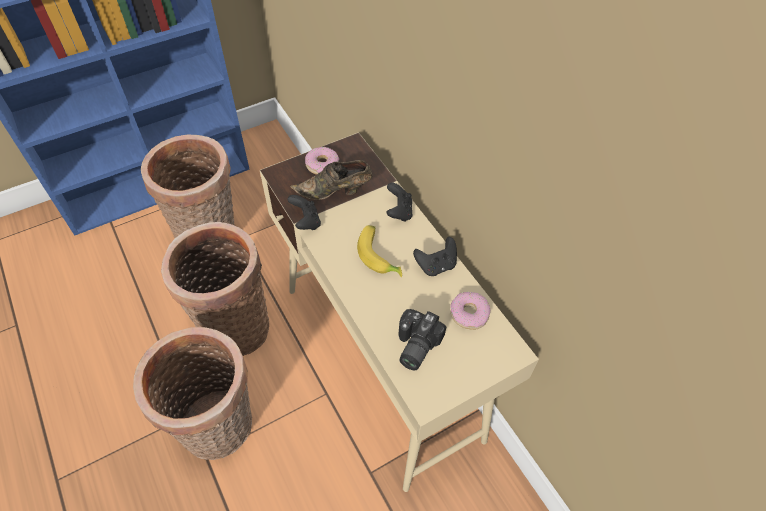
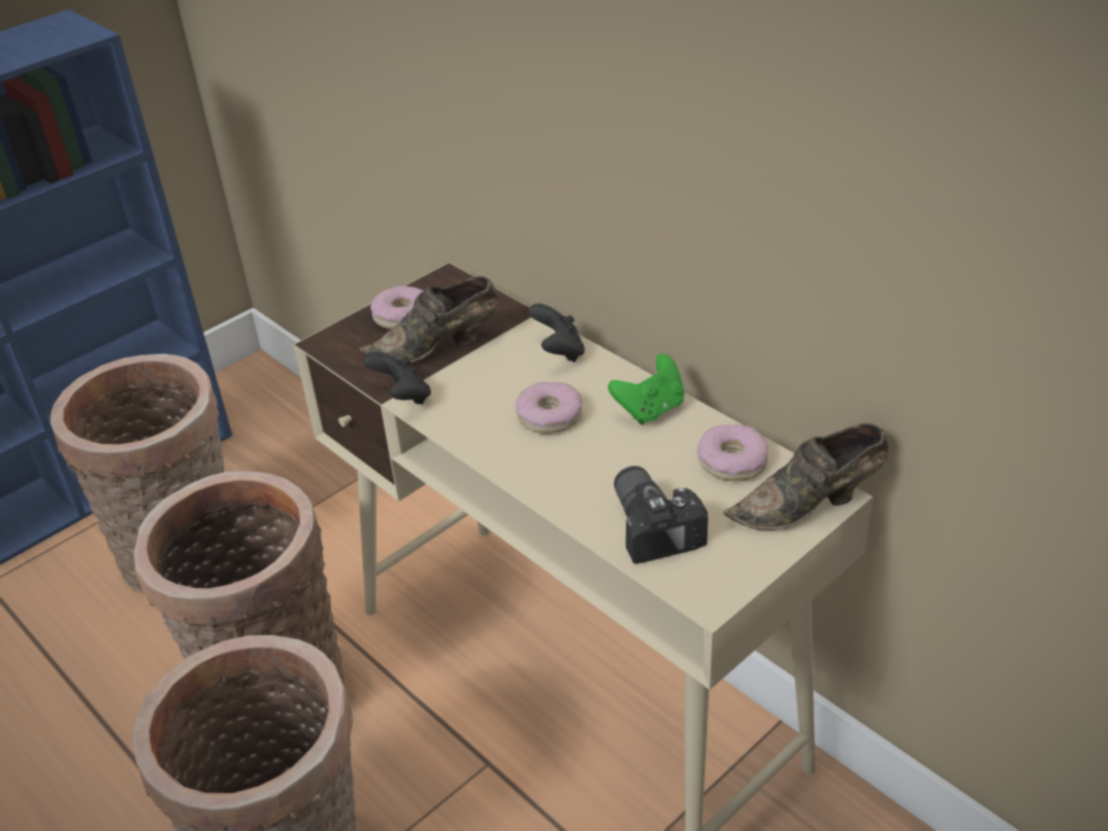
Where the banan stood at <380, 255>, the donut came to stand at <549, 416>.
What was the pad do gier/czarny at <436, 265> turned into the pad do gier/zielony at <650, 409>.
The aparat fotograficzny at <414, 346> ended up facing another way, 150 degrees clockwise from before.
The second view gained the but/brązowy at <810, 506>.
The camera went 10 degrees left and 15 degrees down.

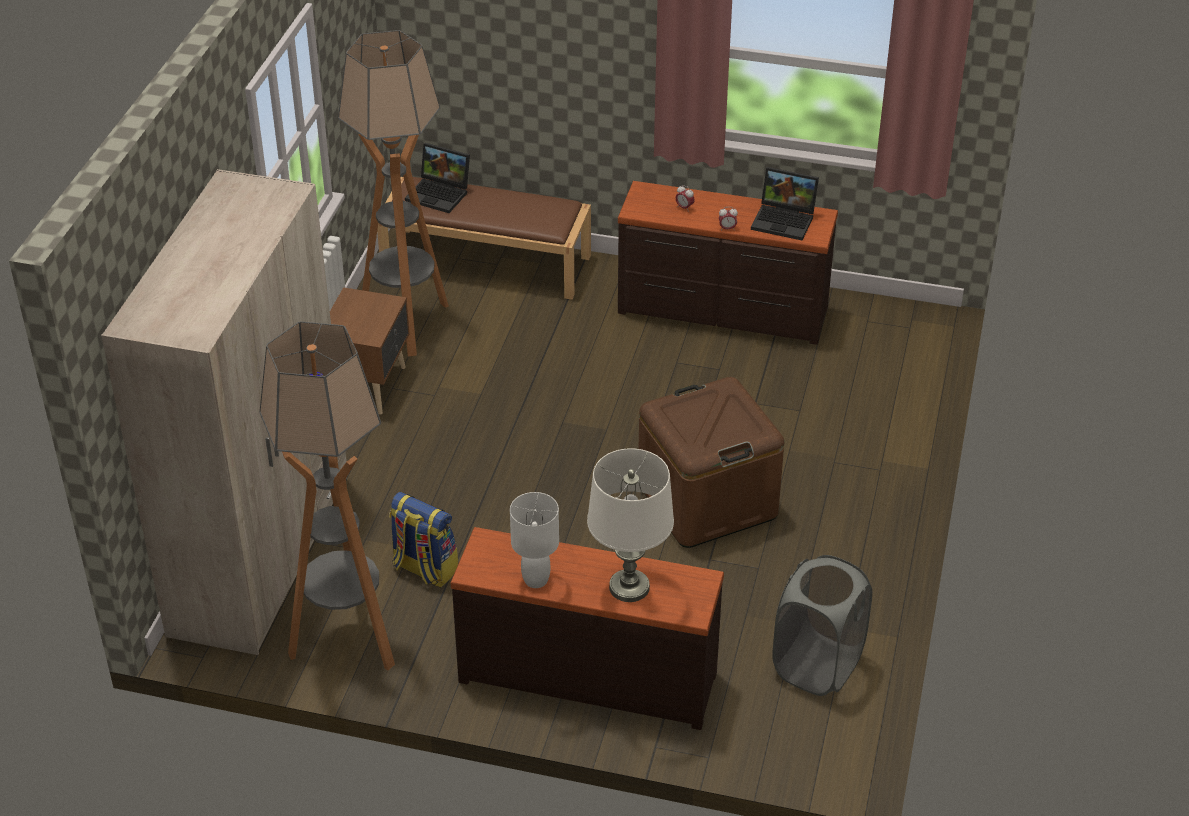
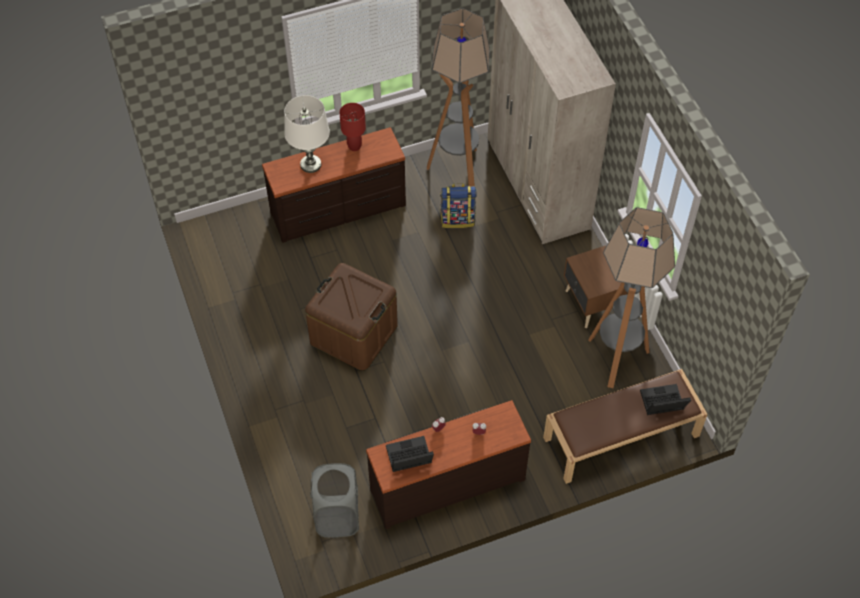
The kosz na pranie/szary ended up elsewhere, having gone from <817, 665> to <337, 516>.
What was the lampa stołowa/biały at <536, 579> turned into the lampa stołowa/czerwony at <354, 146>.
The camera went 145 degrees right and 15 degrees up.

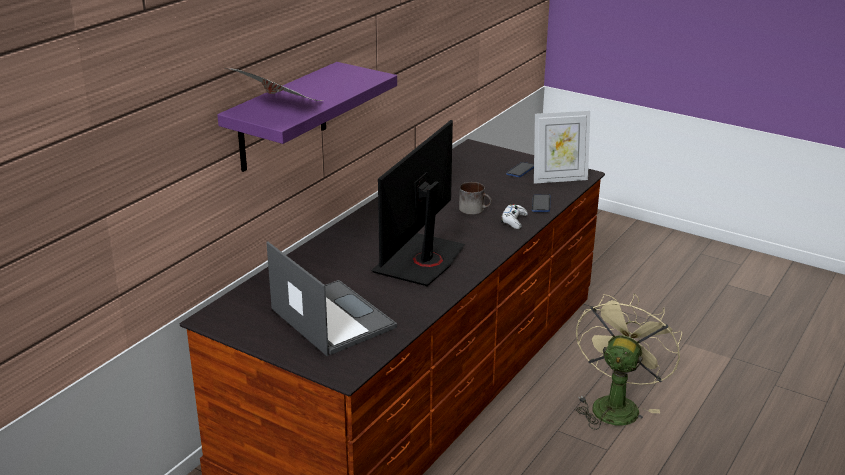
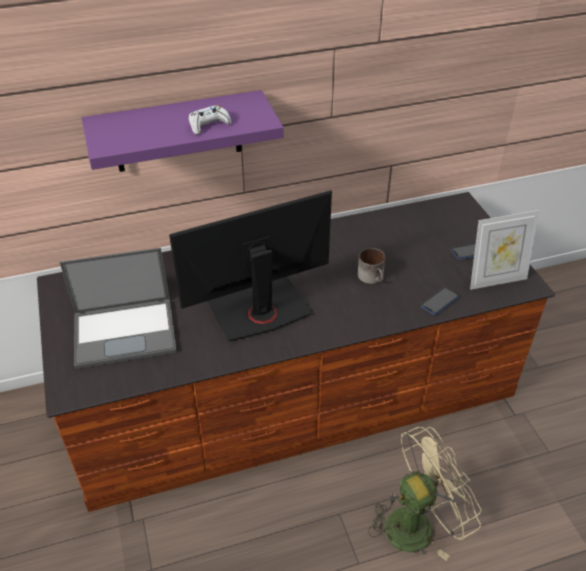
The laptop at <331, 318> ended up facing another way, 75 degrees clockwise from before.
The pad do gier/biały ended up elsewhere, having gone from <514, 221> to <209, 124>.
The ramka na zdjęcie at <559, 179> ended up facing another way, 45 degrees counterclockwise from before.
The second view lost the gazeta at <277, 110>.
The camera went 40 degrees right and 15 degrees up.

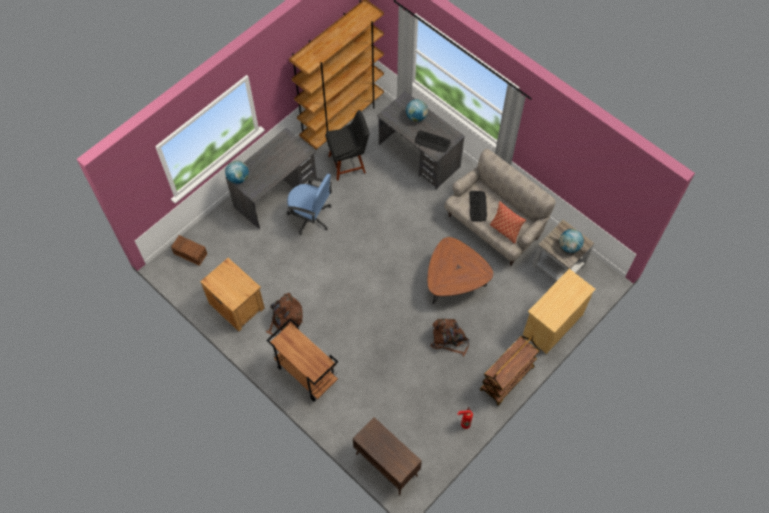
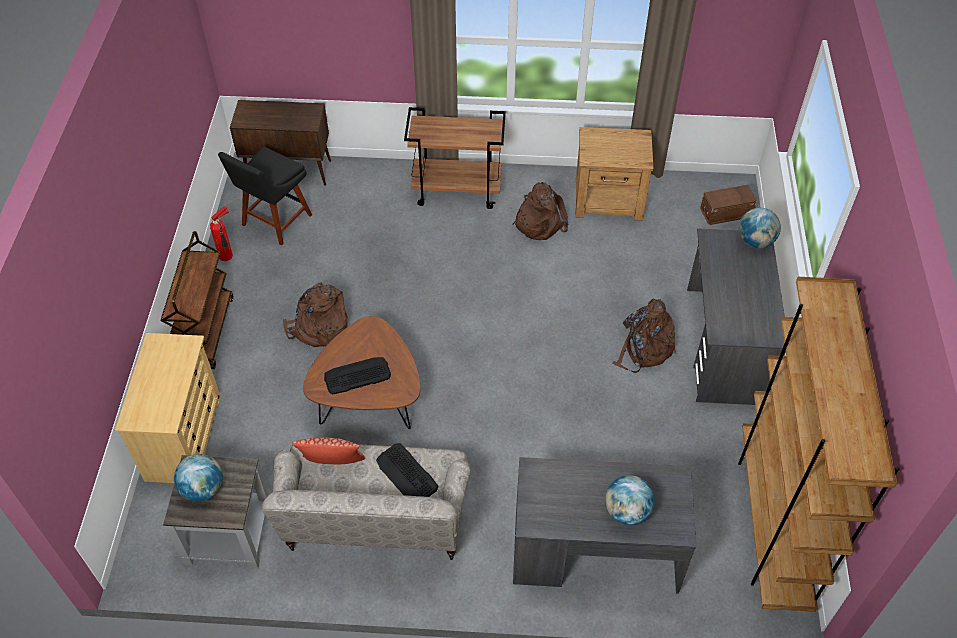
The krzesło/czarny ended up elsewhere, having gone from <349, 163> to <274, 222>.
The klawiatura ended up elsewhere, having gone from <432, 142> to <357, 376>.
Where the krzesło biurowe/niebieski stood at <311, 217>, the plecak/brązowy came to stand at <644, 348>.
The camera went 140 degrees right and 10 degrees down.

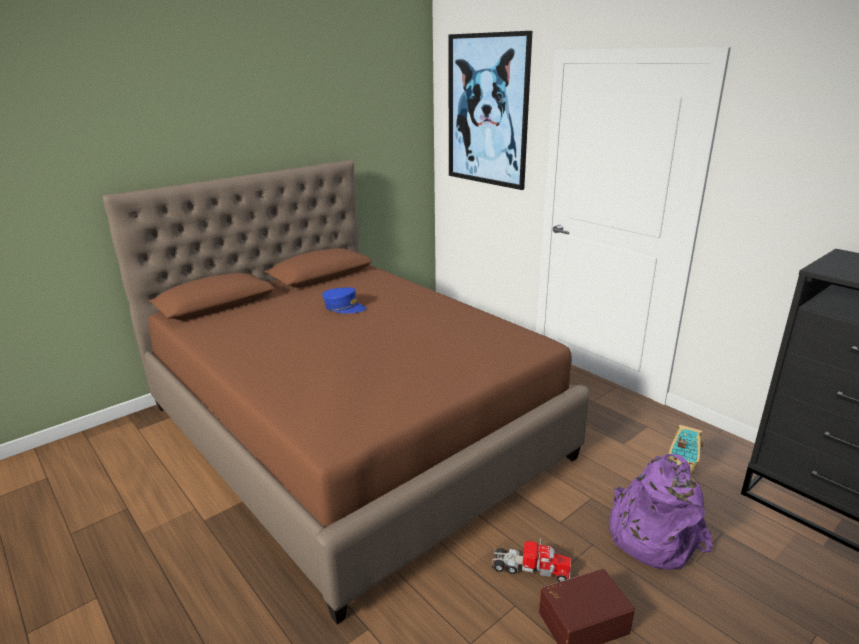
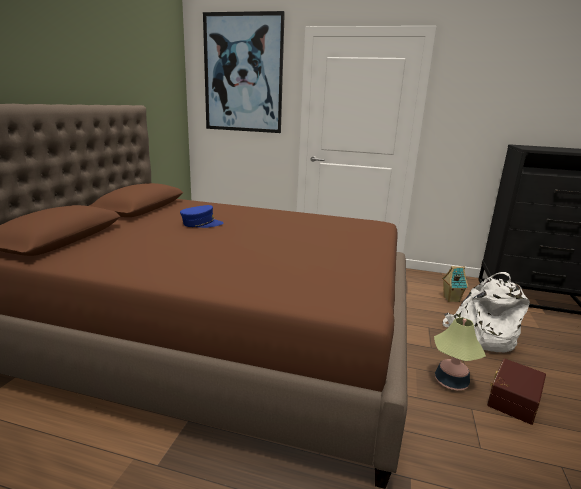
Where the ciężarówka zabawkowa stood at <530, 569>, the lampa stołowa came to stand at <451, 382>.
What was the plecak/fioletowy at <651, 535> turned into the plecak/biały at <479, 336>.
The camera went 35 degrees left and 5 degrees down.

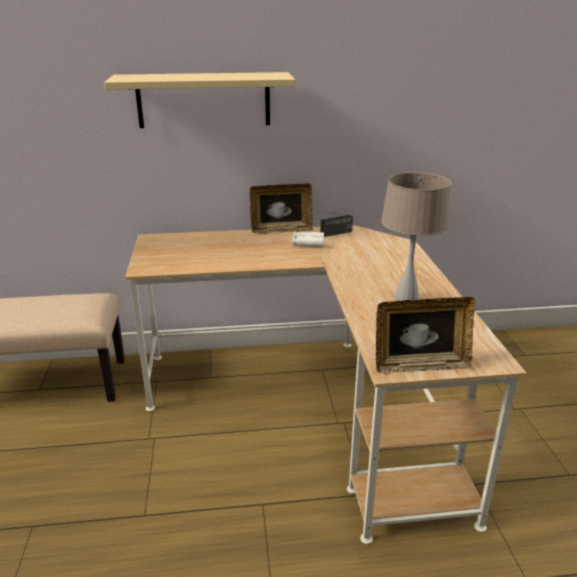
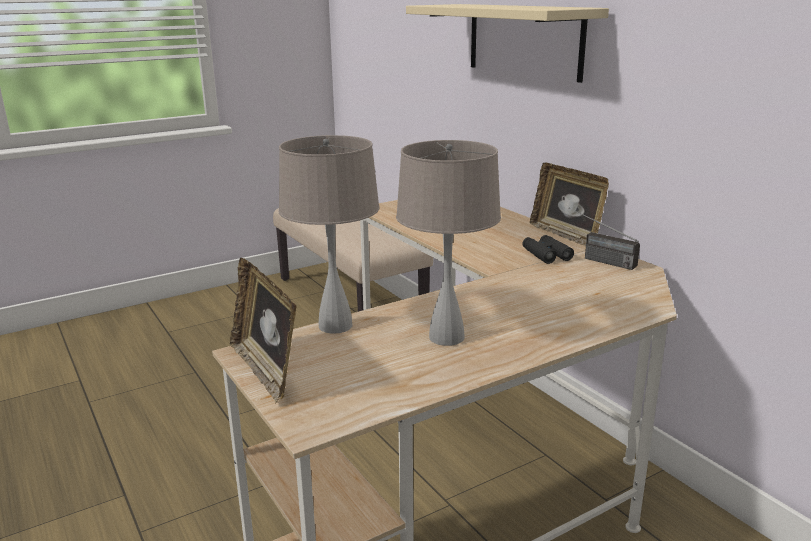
The second view gained the lampa stołowa/beżowy at <335, 326>.
What was the lornetka/biały at <308, 243> turned into the lornetka/czarny at <546, 255>.
The camera went 65 degrees right and 5 degrees down.

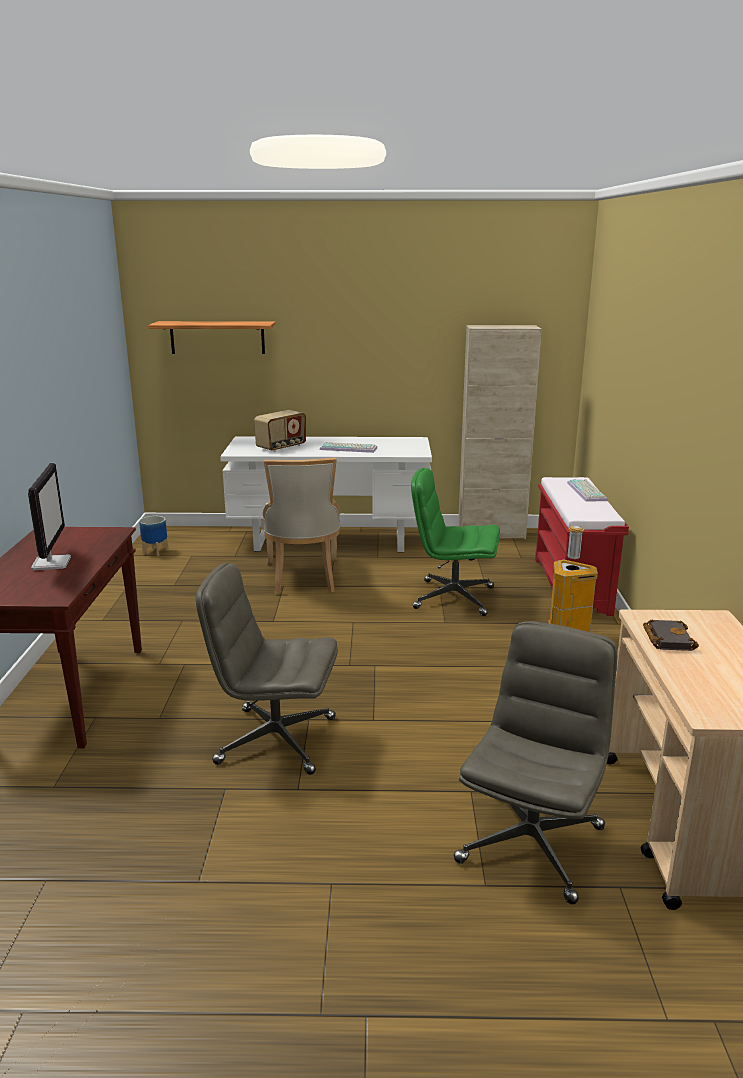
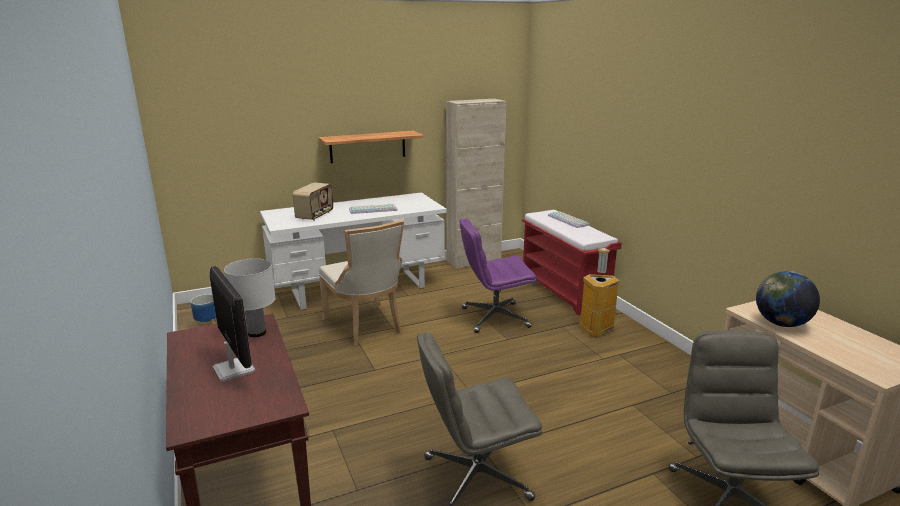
The second view gained the lampa stołowa/biały at <257, 332>.
The półka ended up elsewhere, having gone from <217, 337> to <368, 146>.
What was the krzesło biurowe/zielony at <452, 598> turned into the krzesło biurowe/fioletowy at <494, 318>.
Where the książka/czarny stood at <666, 639>, the globus came to stand at <781, 324>.
The camera went 25 degrees left and 0 degrees up.

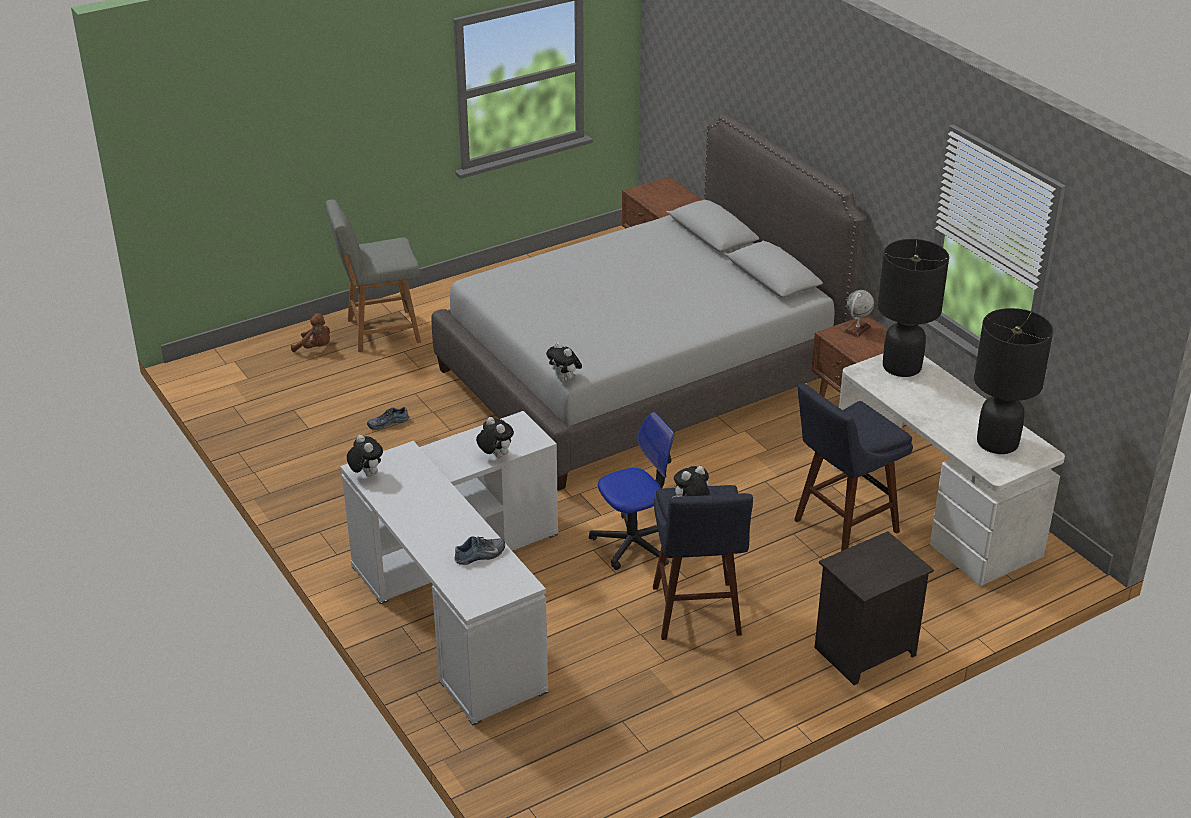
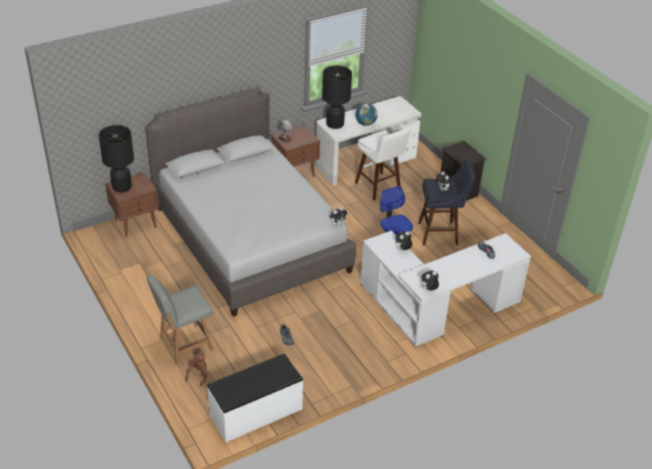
The lampa stołowa/czarny ended up elsewhere, having gone from <998, 443> to <122, 187>.
The krzesło/szary at <380, 331> ended up facing another way, 75 degrees clockwise from before.
The second view gained the ławka/biały at <256, 412>.
The second view gained the globus at <365, 123>.
What was the stołek/niebieski at <841, 528> turned into the stołek/biały at <379, 188>.
The camera went 90 degrees left and 5 degrees up.

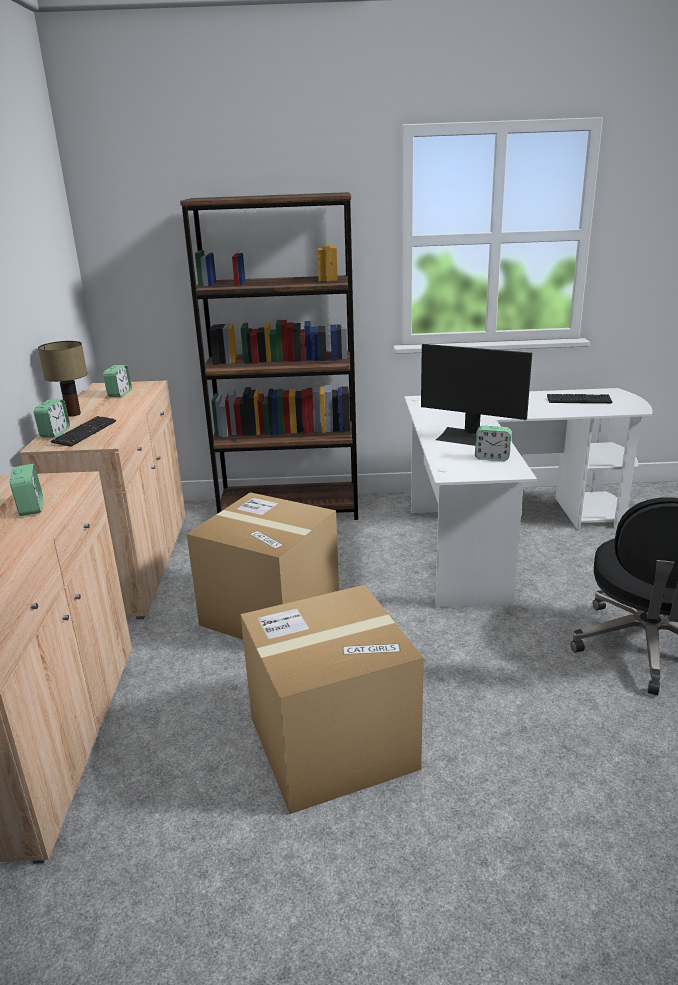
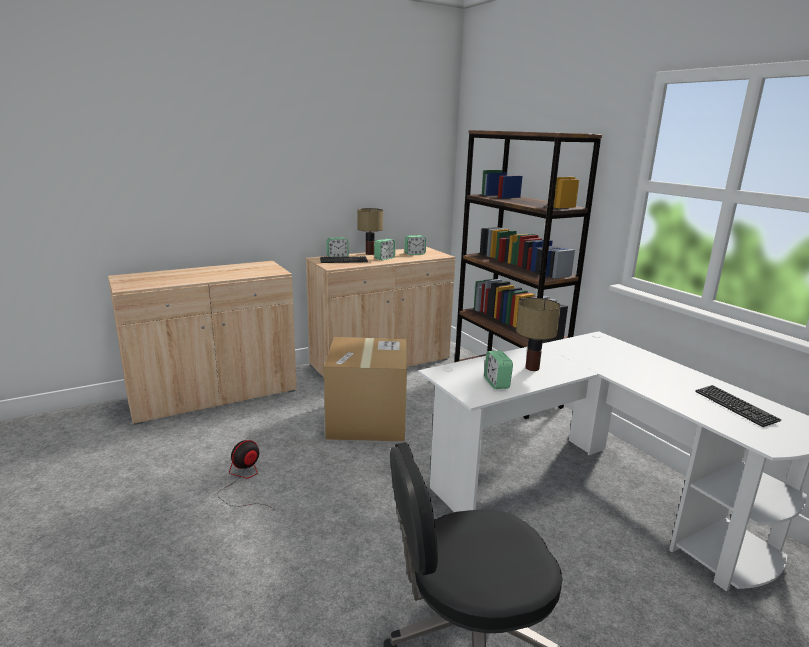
Where the karton stood at <332, 743>, the wentylator came to stand at <244, 481>.
The budzik ended up elsewhere, having gone from <31, 508> to <384, 258>.
Where the monitor stood at <469, 437>, the lampa stołowa came to stand at <533, 368>.
The camera went 60 degrees right and 5 degrees down.

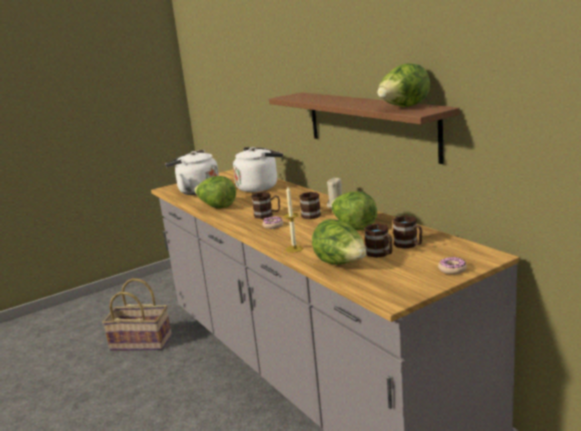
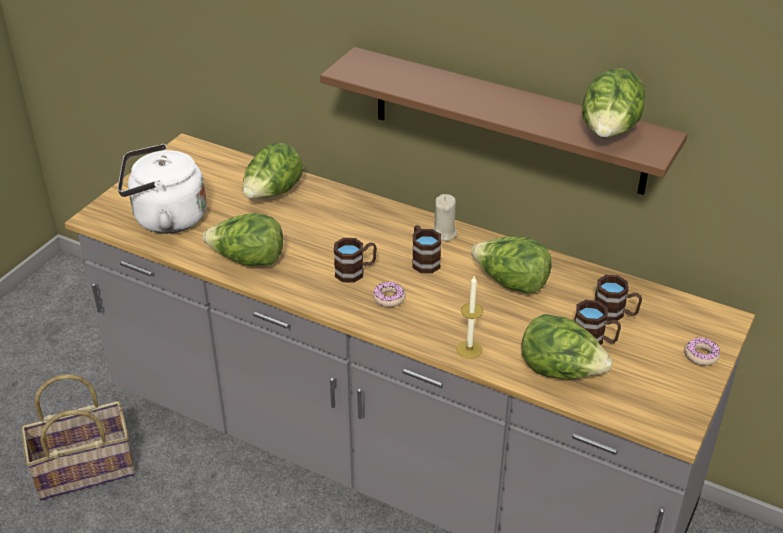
Where the czajnik/biały stood at <259, 187>, the sałata came to stand at <273, 194>.
The camera went 30 degrees left and 20 degrees up.

